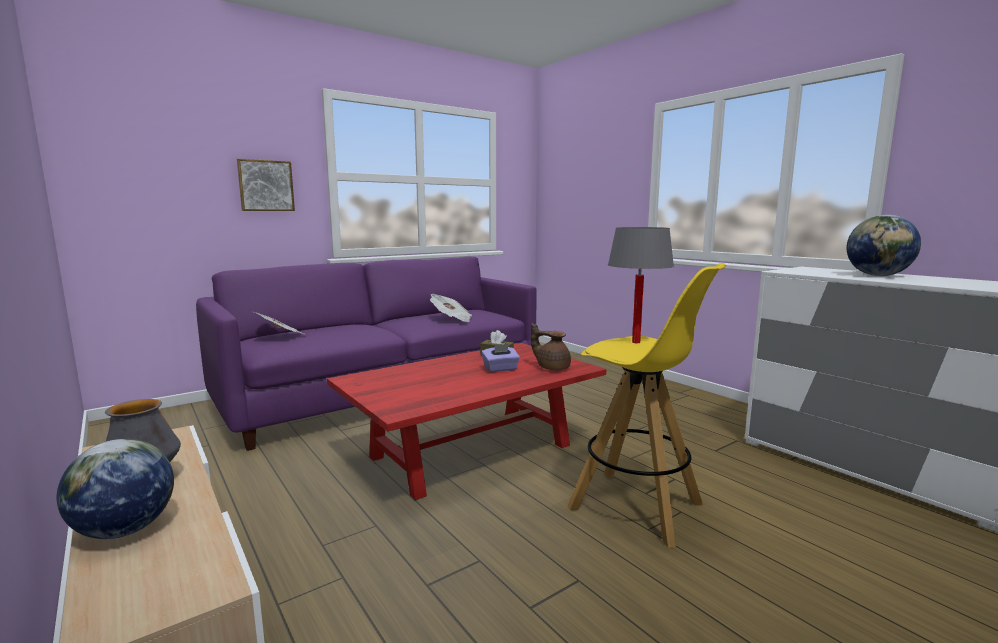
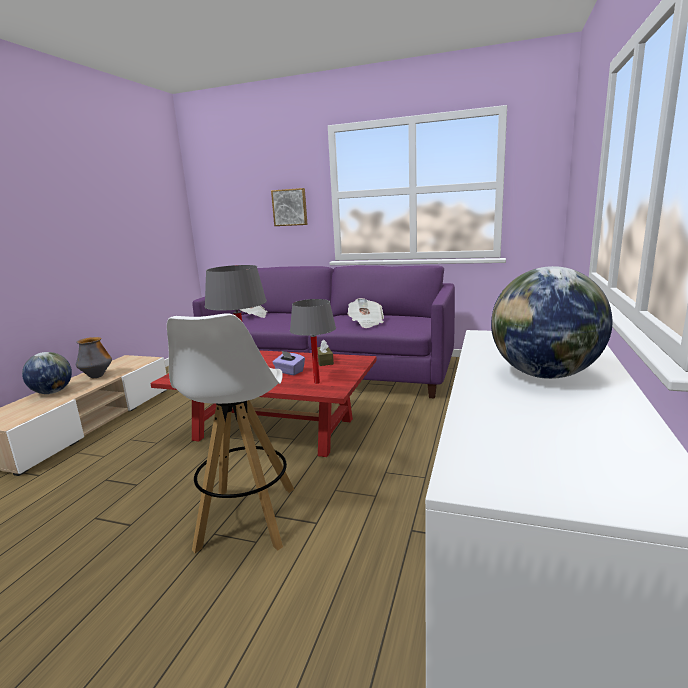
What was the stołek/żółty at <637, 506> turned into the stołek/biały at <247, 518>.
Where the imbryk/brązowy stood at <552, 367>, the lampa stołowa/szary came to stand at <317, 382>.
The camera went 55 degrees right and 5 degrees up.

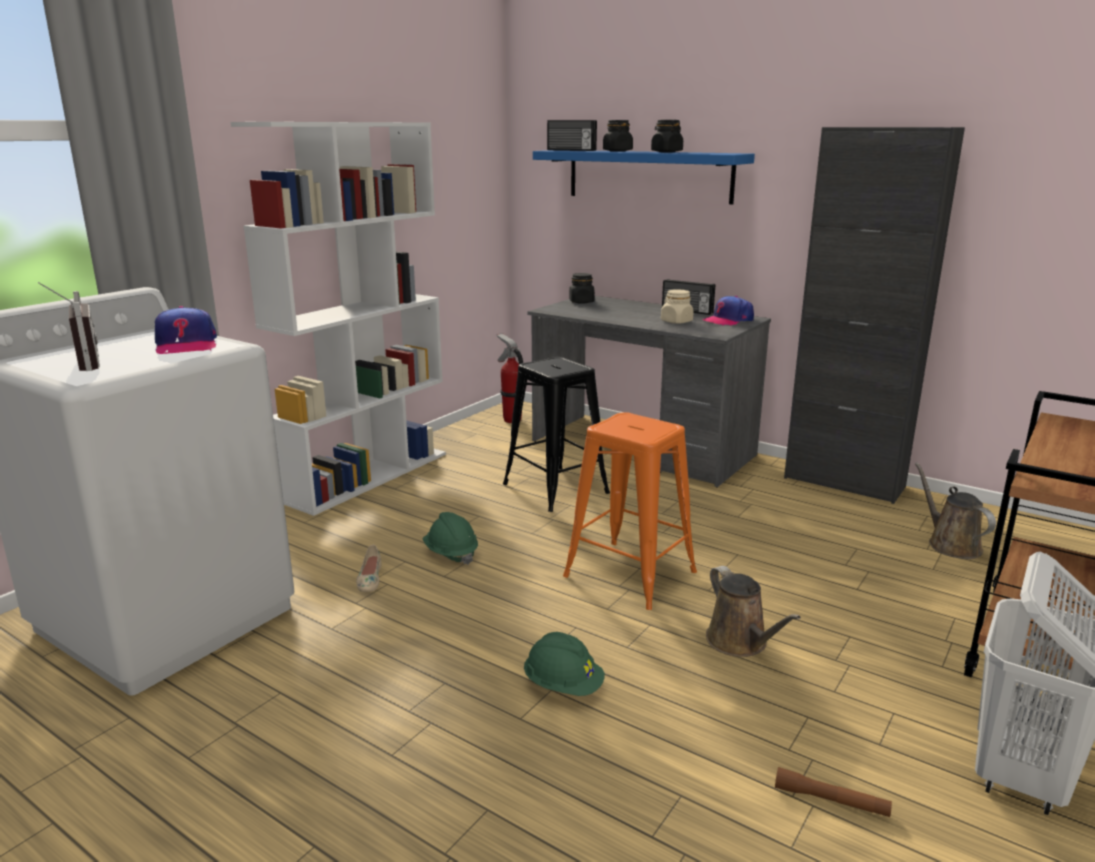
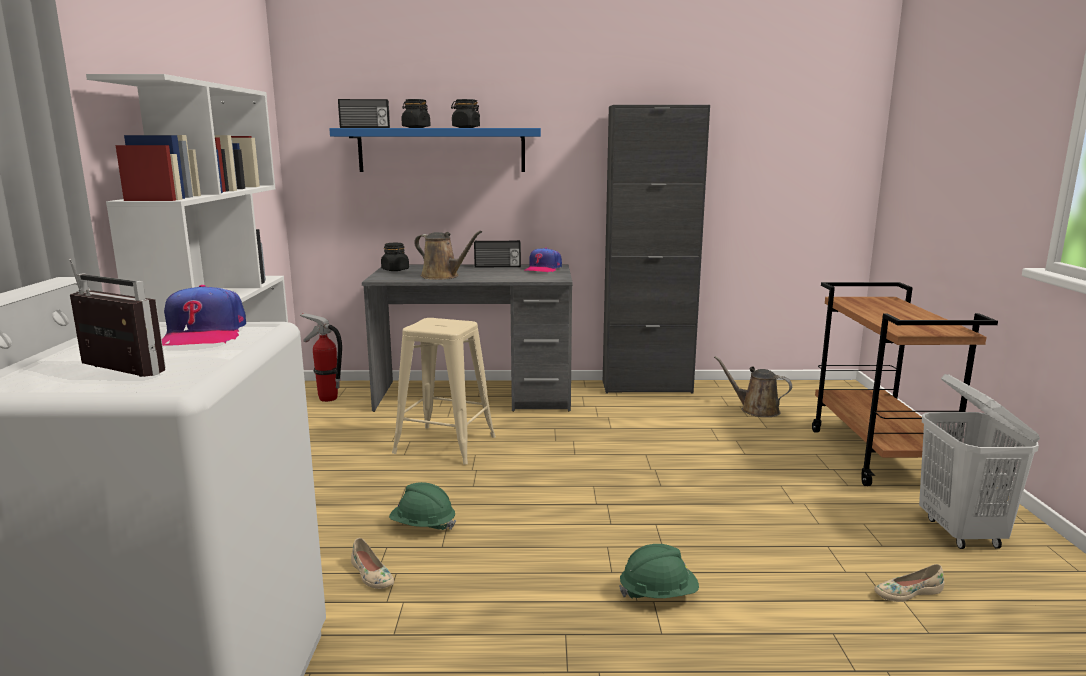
The czapka z daszkiem at <186, 345> ended up facing another way, 45 degrees clockwise from before.
What was the stołek/czarny at <555, 488> turned into the stołek/beżowy at <445, 445>.
The konewka/brązowy ended up elsewhere, having gone from <740, 642> to <443, 276>.
Where the latarka/brązowy stood at <831, 800>, the but/beżowy came to stand at <907, 592>.
The second view lost the stołek/pomarańczowy at <630, 574>.
The second view lost the słoik/beżowy at <676, 321>.
The camera went 35 degrees left and 5 degrees down.

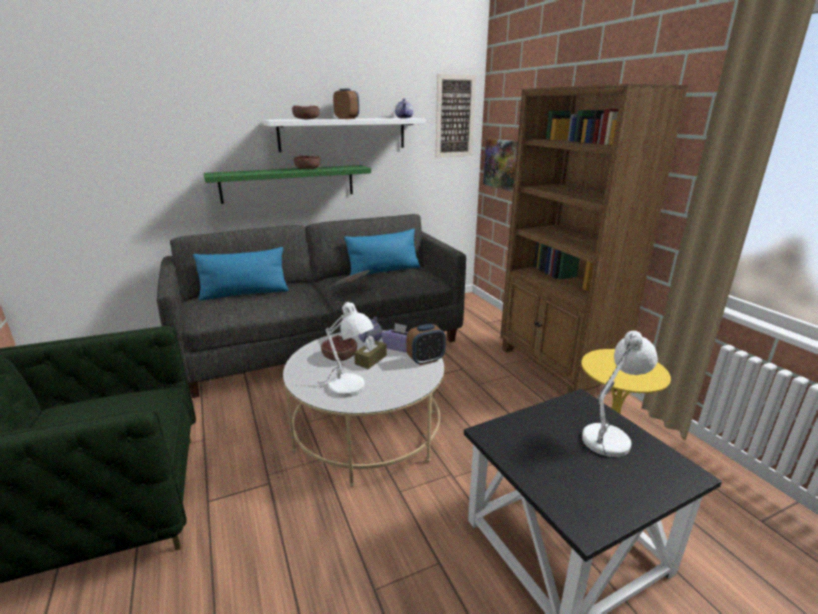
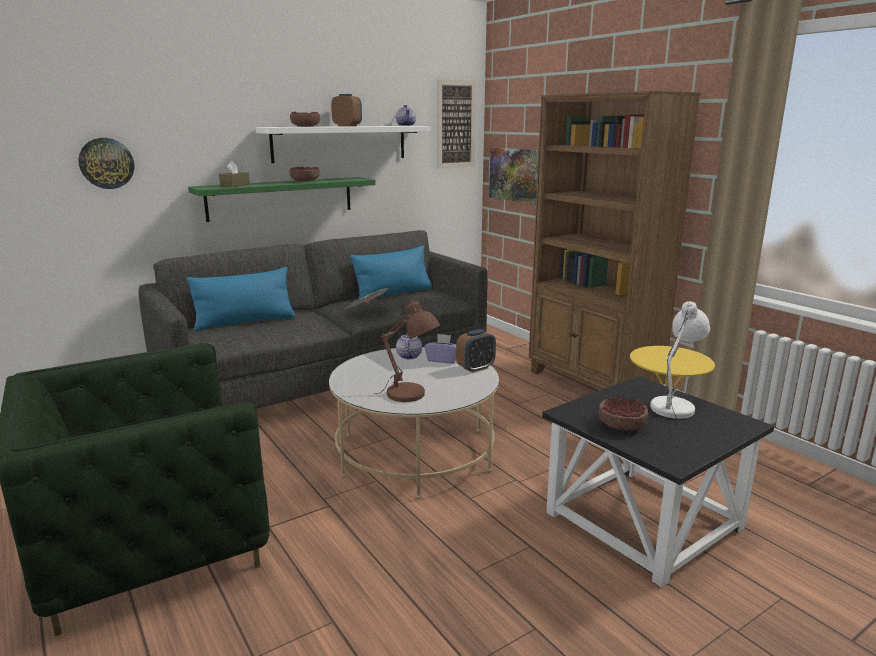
The second view gained the zegar ścienny at <106, 163>.
The pudełko chusteczek/brązowy ended up elsewhere, having gone from <371, 360> to <235, 185>.
What was the lampa stołowa/biały at <349, 389> turned into the lampa stołowa/brązowy at <409, 395>.
The miska ended up elsewhere, having gone from <340, 356> to <622, 424>.
The camera went 10 degrees left and 5 degrees down.

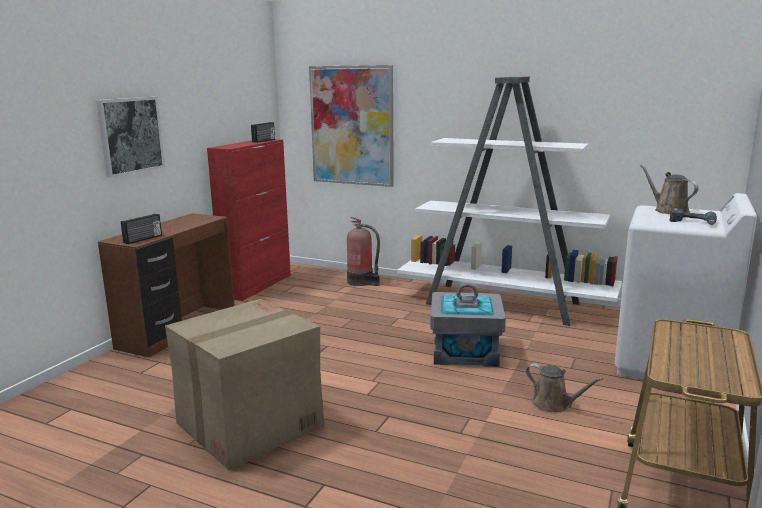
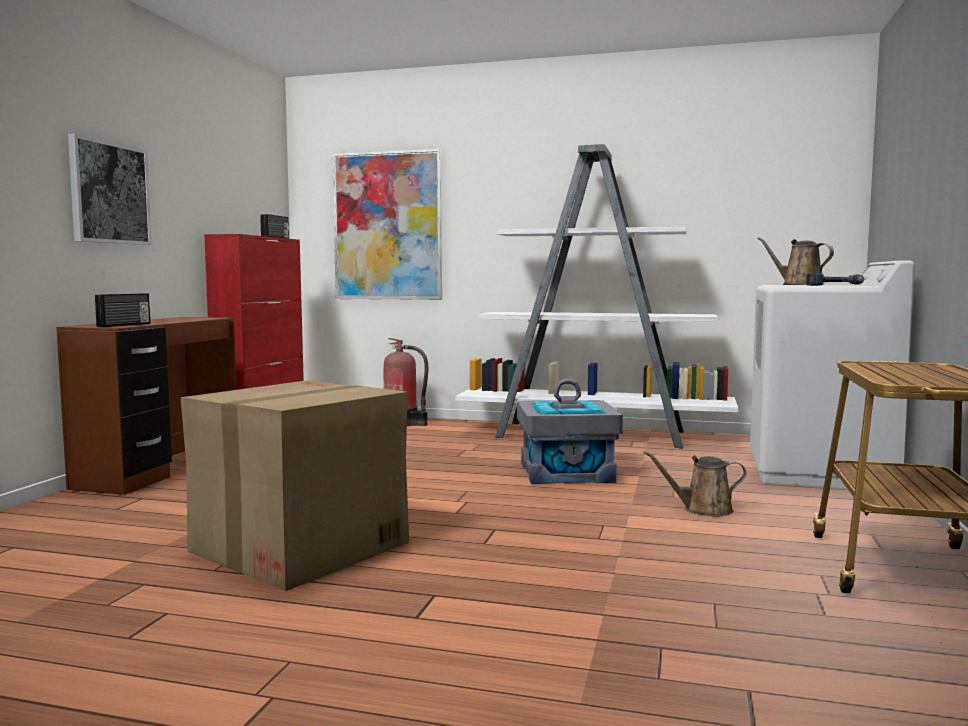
The konewka/brązowy at <553, 405> ended up facing another way, 150 degrees clockwise from before.
The camera went 10 degrees left and 10 degrees down.

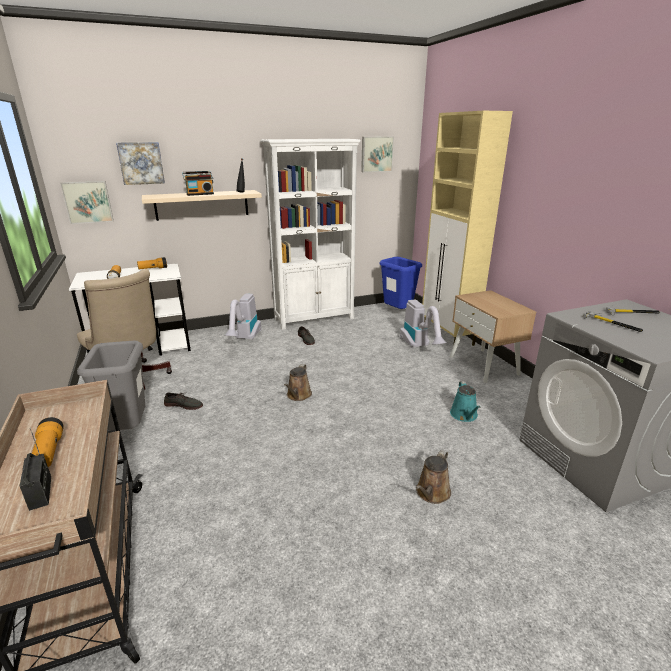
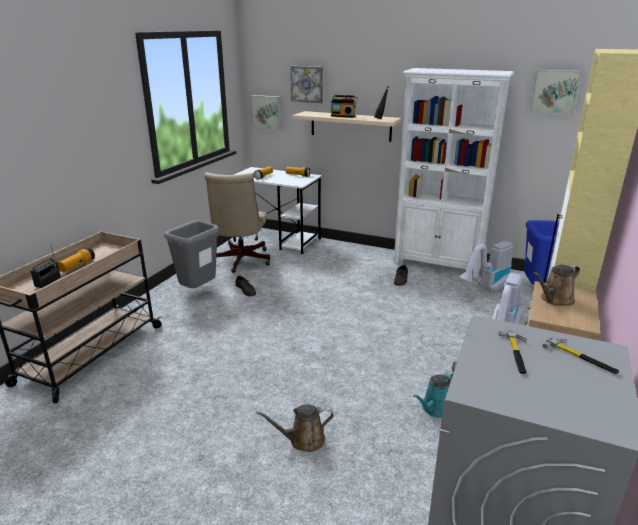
The odkurzacz ended up elsewhere, having gone from <245, 339> to <486, 288>.
The konewka/brązowy ended up elsewhere, having gone from <298, 395> to <555, 300>.
The camera went 45 degrees right and 0 degrees up.

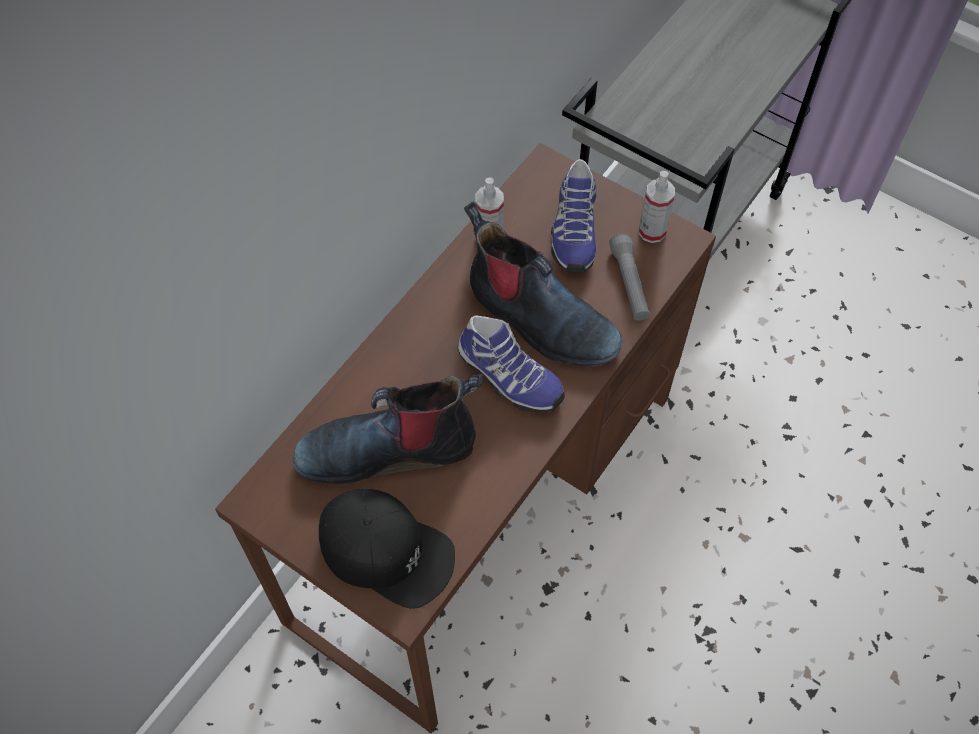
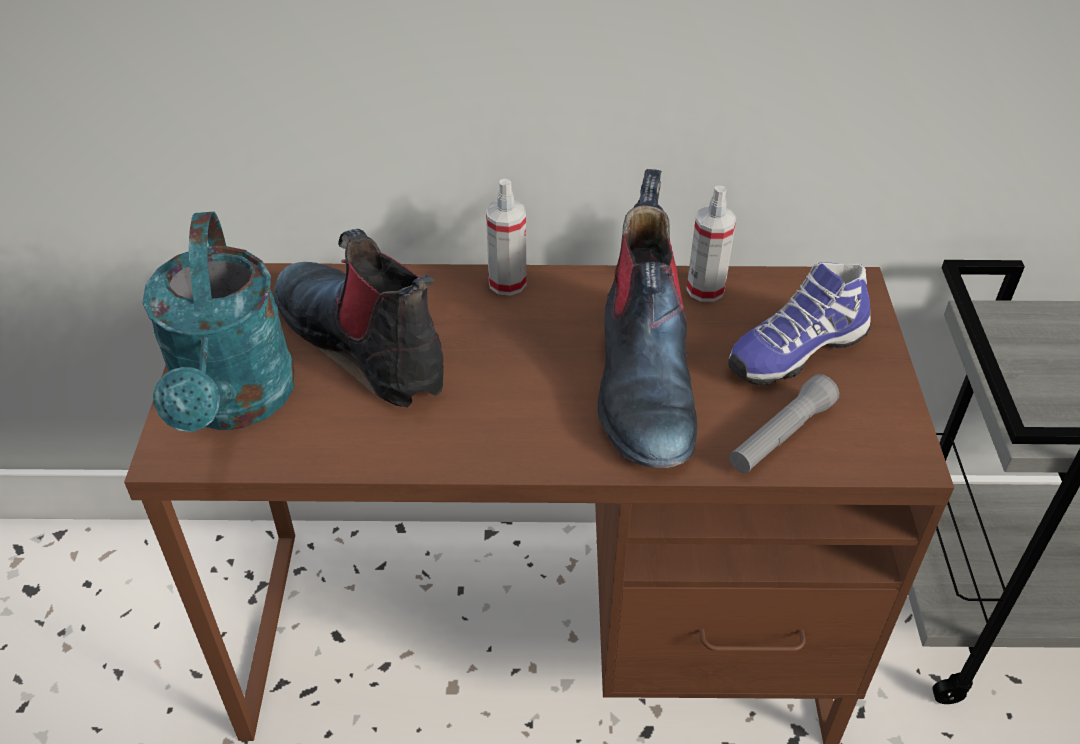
Where the czapka z daszkiem/czarny stood at <386, 550>, the konewka/turkusowy came to stand at <235, 403>.
The spryskiwacz ended up elsewhere, having gone from <652, 231> to <507, 283>.
The second view lost the but at <507, 378>.
The camera went 55 degrees right and 15 degrees down.

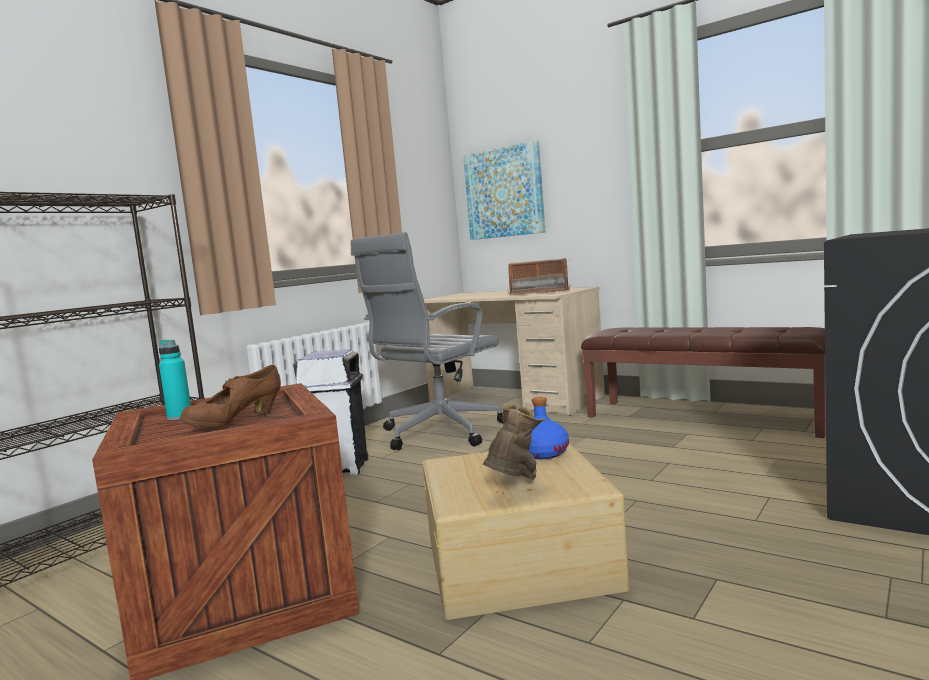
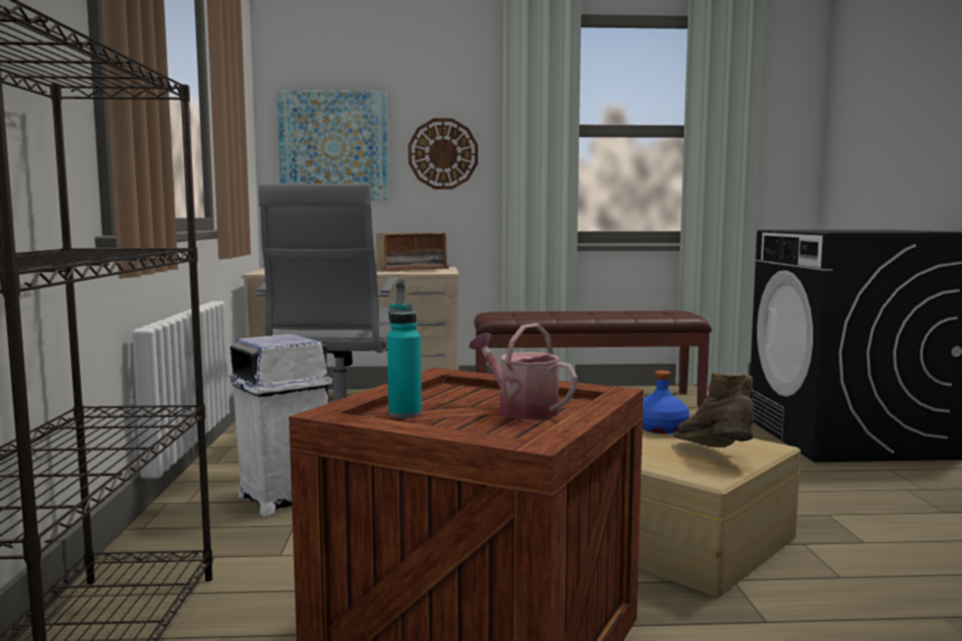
The second view gained the zegar ścienny at <443, 154>.
Where the but/brązowy stood at <235, 422>, the konewka came to stand at <521, 409>.
The camera went 40 degrees left and 0 degrees up.

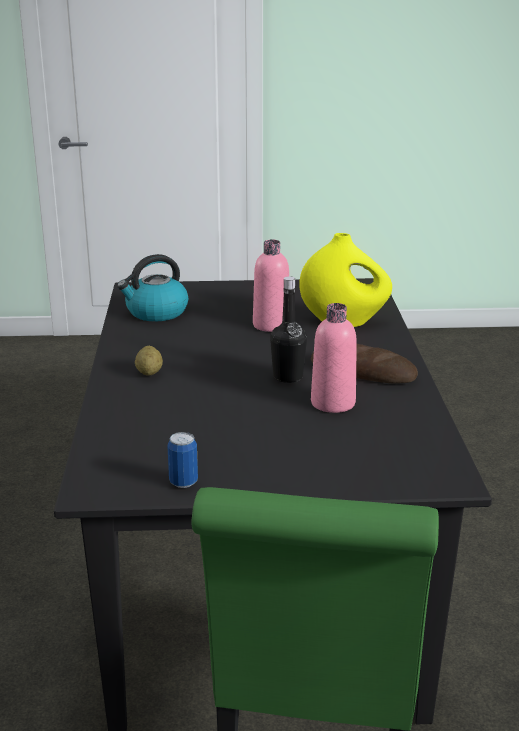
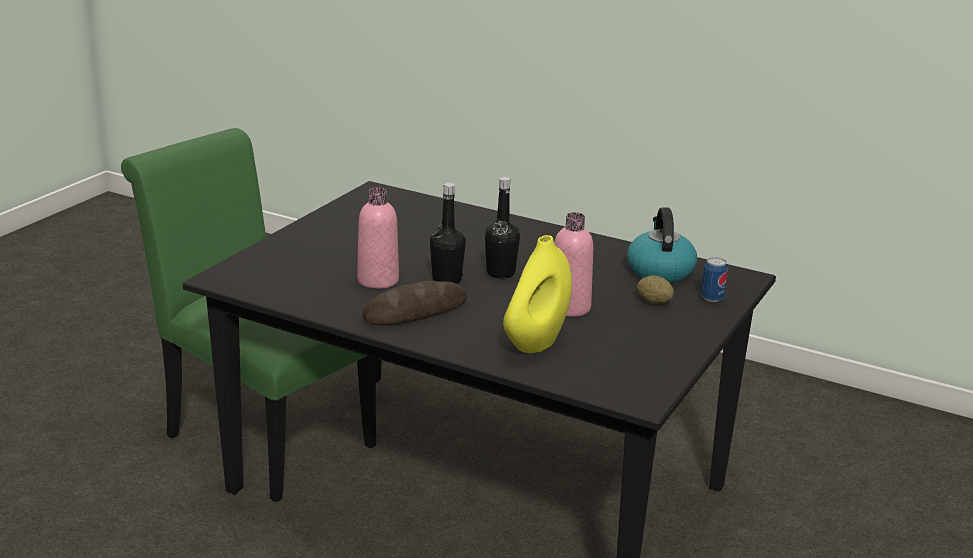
The second view gained the butelka/czarny at <500, 273>.
The ziemniak ended up elsewhere, having gone from <149, 373> to <654, 302>.
The puszka ended up elsewhere, having gone from <183, 482> to <712, 298>.
The camera went 120 degrees right and 0 degrees up.

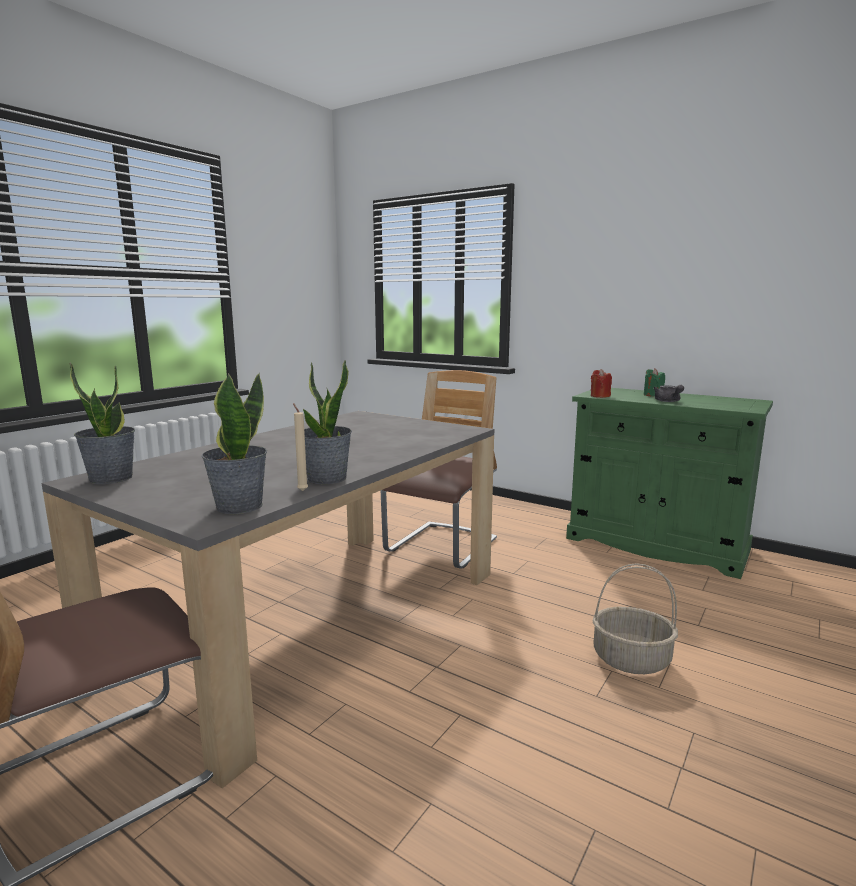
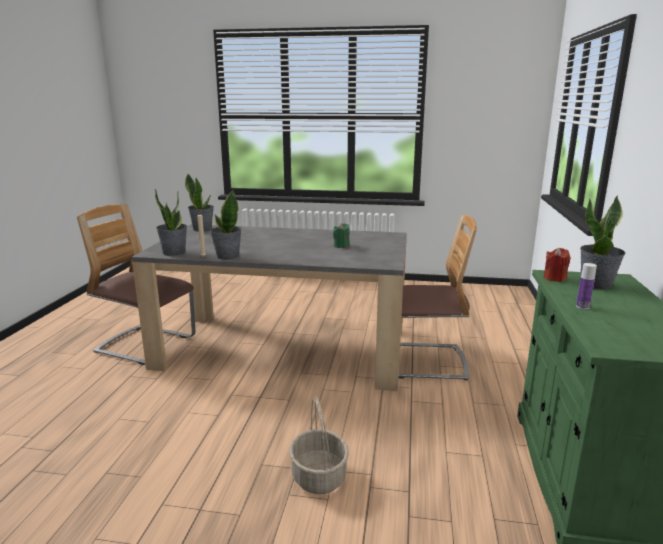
The świeca/zielony ended up elsewhere, having gone from <653, 395> to <341, 246>.
Where the imbryk/szary stood at <668, 401>, the butelka came to stand at <582, 307>.
The second view gained the roślina doniczkowa at <596, 284>.
The camera went 65 degrees right and 5 degrees up.

